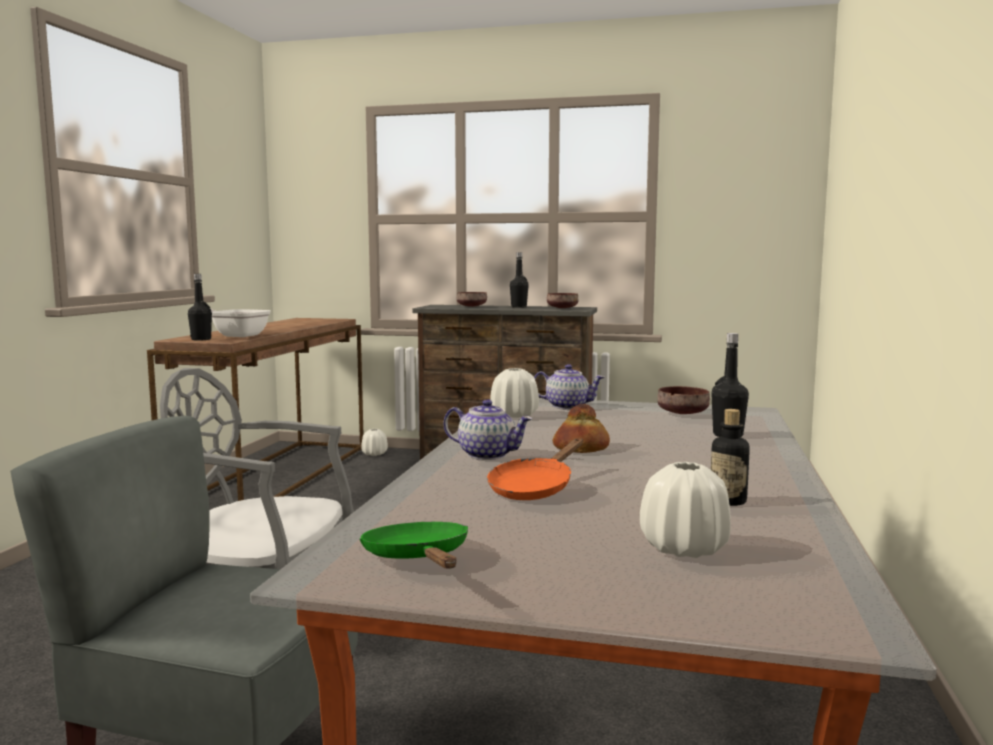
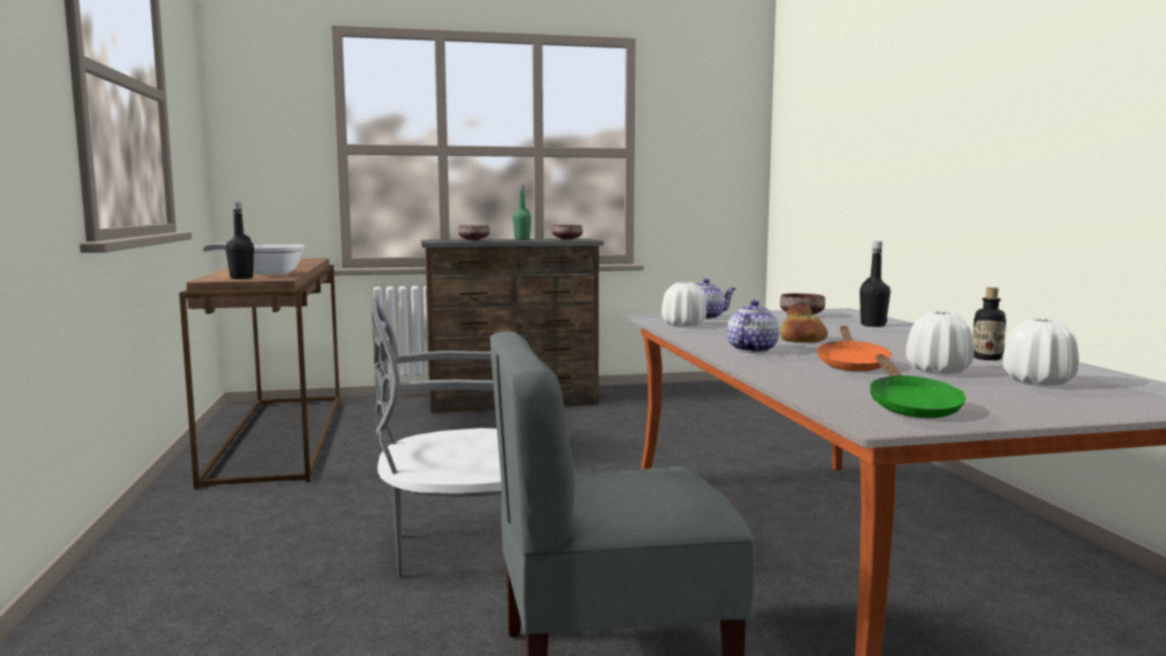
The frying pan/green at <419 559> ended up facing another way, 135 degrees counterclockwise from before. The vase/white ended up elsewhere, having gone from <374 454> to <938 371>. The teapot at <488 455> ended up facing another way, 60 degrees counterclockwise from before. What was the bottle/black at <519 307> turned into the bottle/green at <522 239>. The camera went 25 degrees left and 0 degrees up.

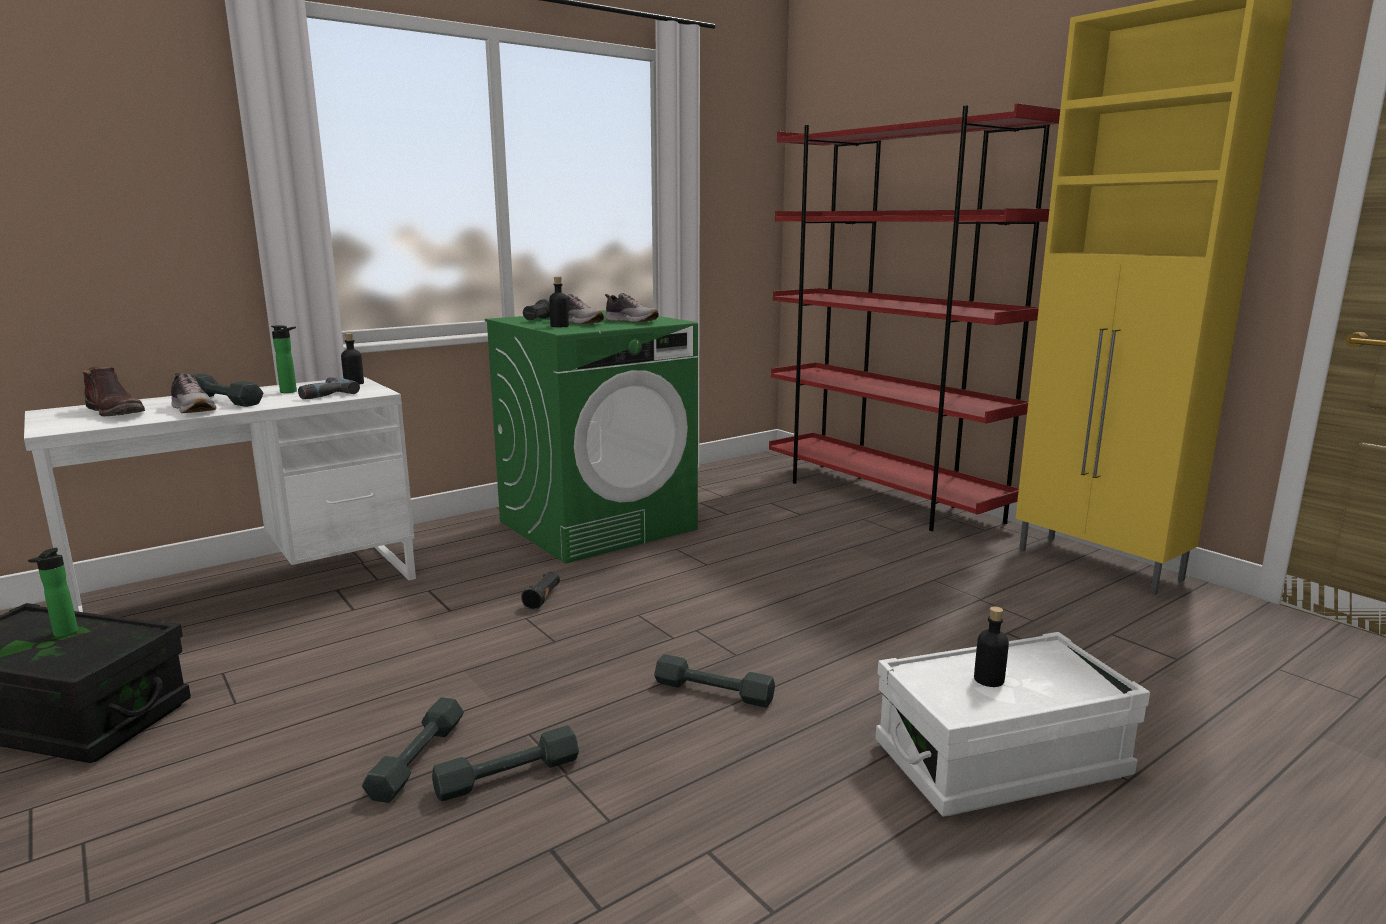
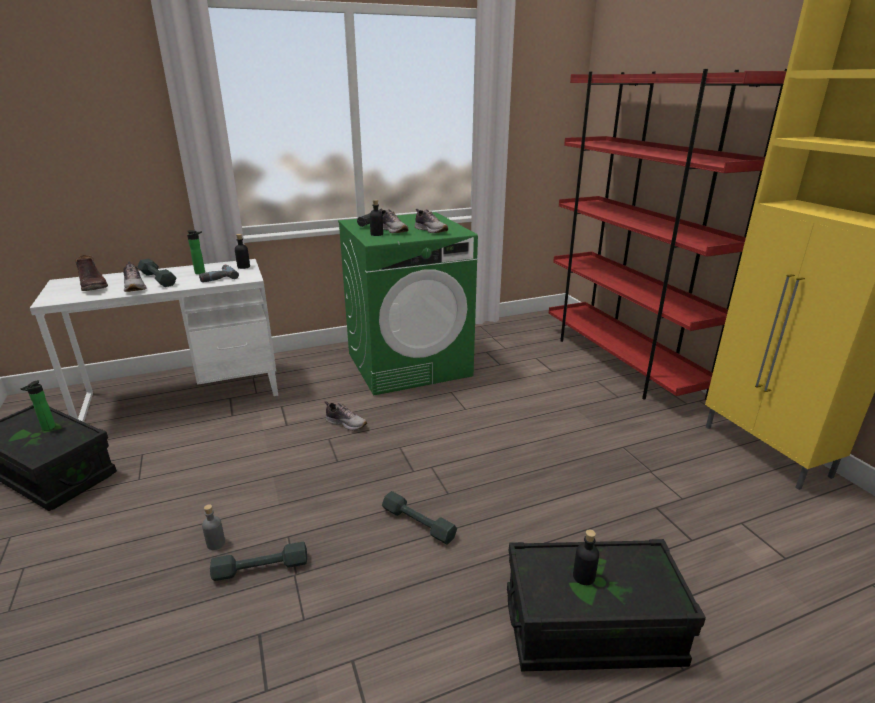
Where the dumbbell/grey stood at <417 759>, the bottle/grey came to stand at <216 543>. Where the flashlight/black stood at <543 598>, the shoe came to stand at <346 423>. What was the storage box/white at <1000 761> turned into the storage box/black at <591 628>. The camera went 15 degrees right and 10 degrees up.

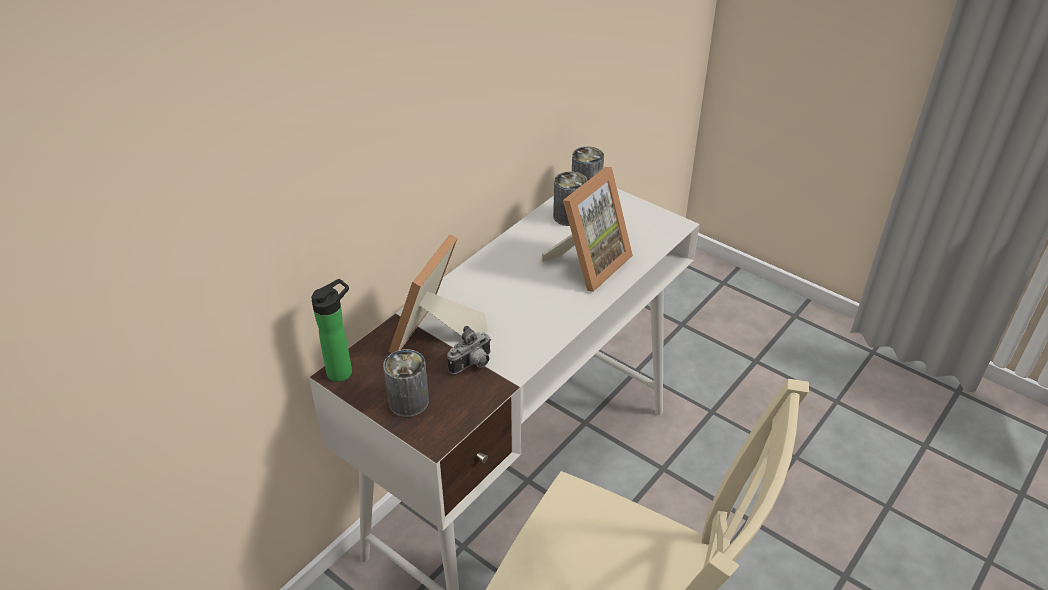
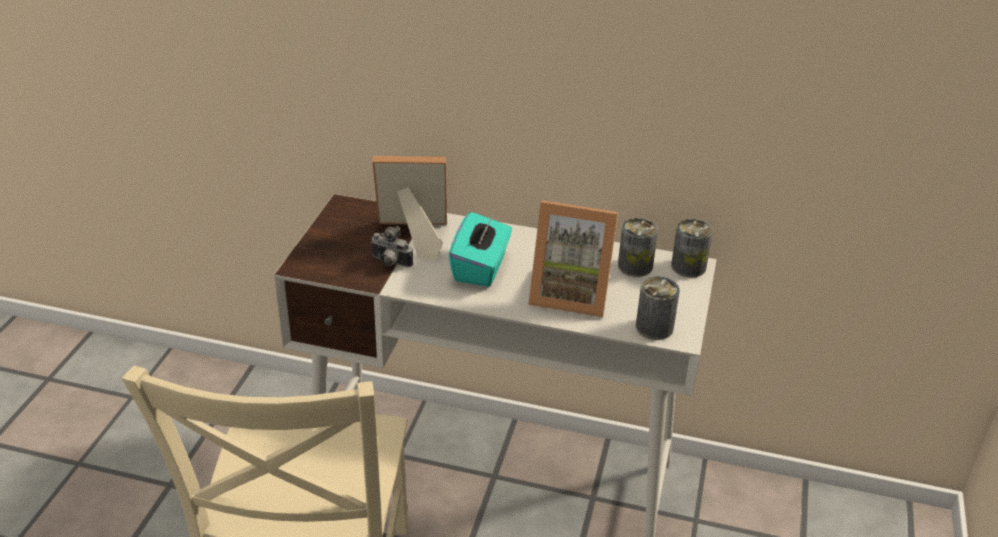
The second view lost the bottle at <343 371>. The can ended up elsewhere, having gone from <408 401> to <654 327>. The second view gained the tissue box/turquoise at <481 268>. The camera went 65 degrees right and 5 degrees down.

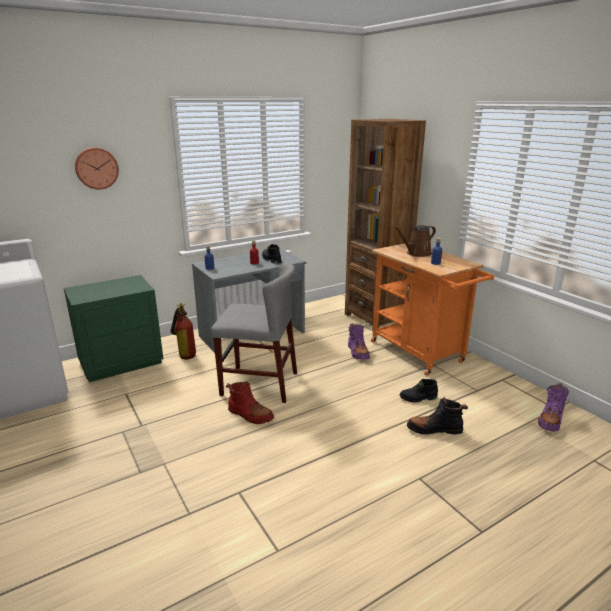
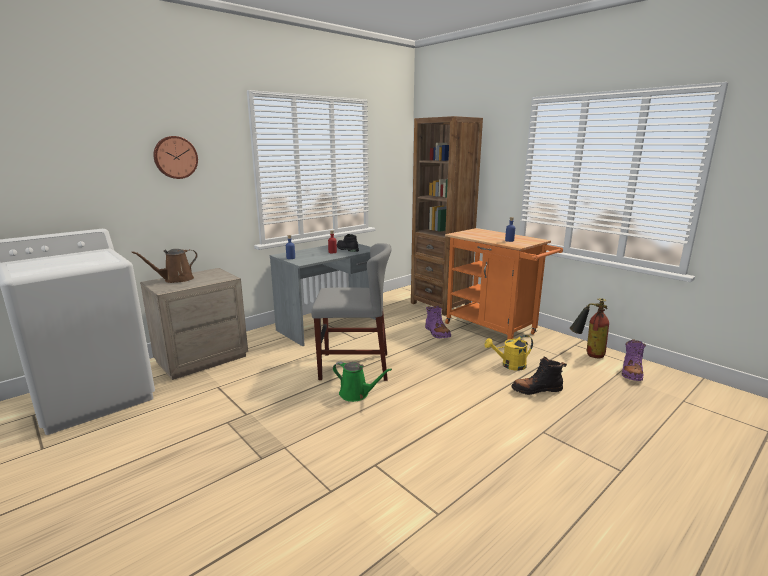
What was the nightstand/green at <121 362> turned into the nightstand/beige at <201 358>. The fire extinguisher ended up elsewhere, having gone from <184 353> to <587 353>. Where the boot/red stood at <250 415>, the watering can/green came to stand at <356 394>. The watering can/brown ended up elsewhere, having gone from <417 253> to <176 279>. Where the boot/black stood at <418 398>, the watering can/yellow came to stand at <509 365>. The camera went 10 degrees left and 5 degrees down.

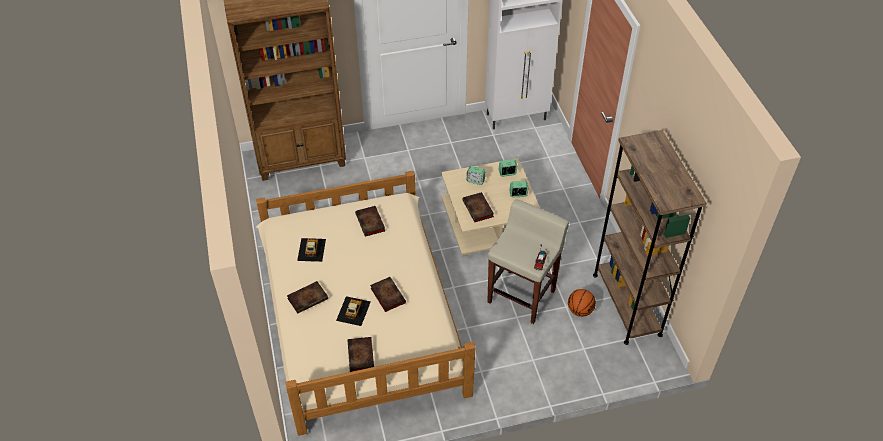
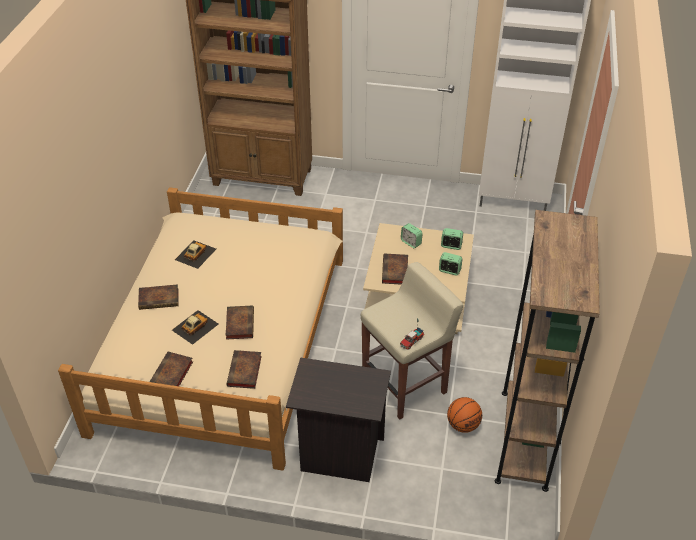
The book ended up elsewhere, having gone from <371 223> to <244 372>. The second view gained the nightstand/black at <339 454>. The camera went 25 degrees right and 5 degrees down.

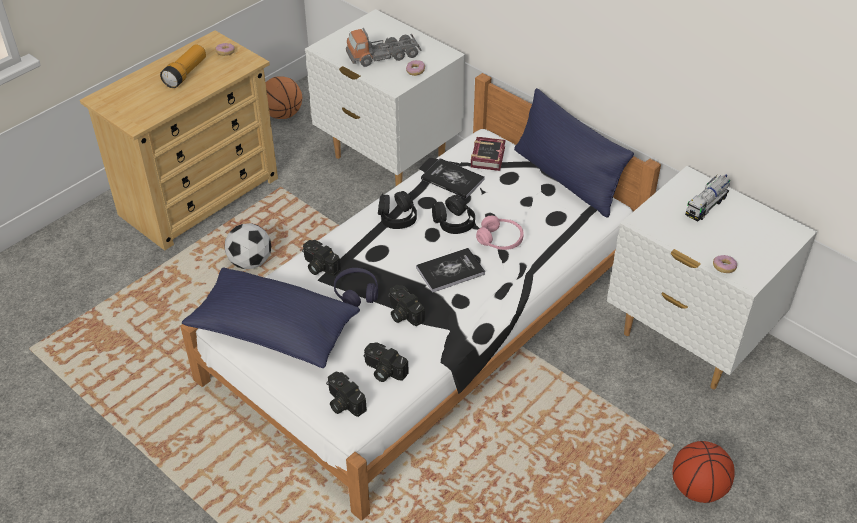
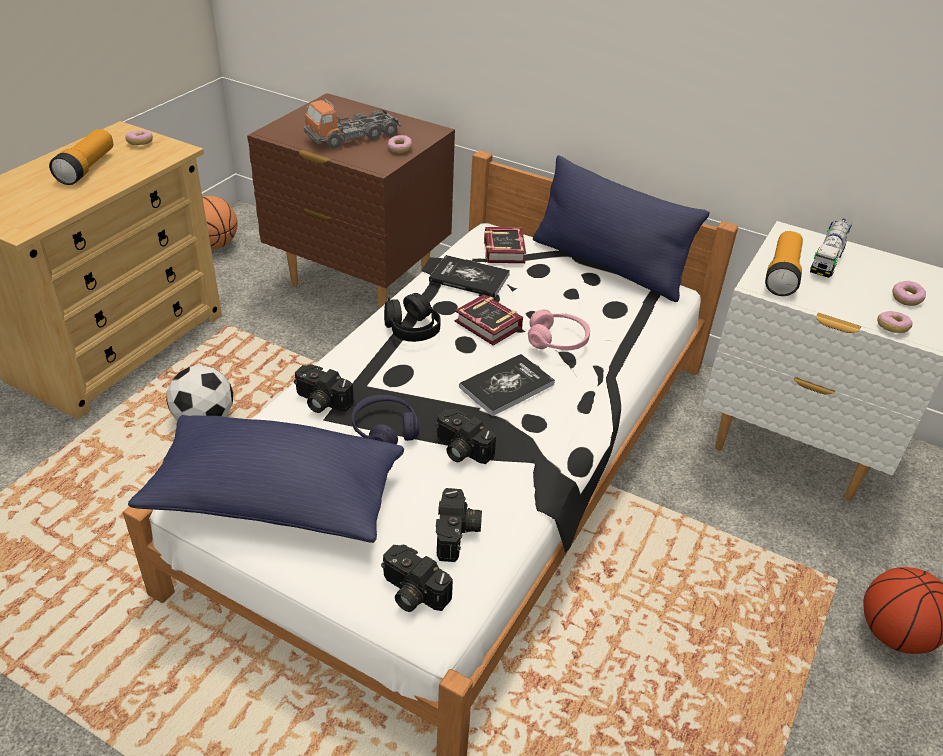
What was the nightstand/white at <388 161> turned into the nightstand/brown at <359 284>. The photo camera at <383 371> ended up facing another way, 105 degrees counterclockwise from before. Where the headphones/black stood at <453 222>, the book came to stand at <489 327>. The second view gained the flashlight at <782 275>. The second view gained the donut at <906 299>. The camera went 15 degrees left and 5 degrees down.

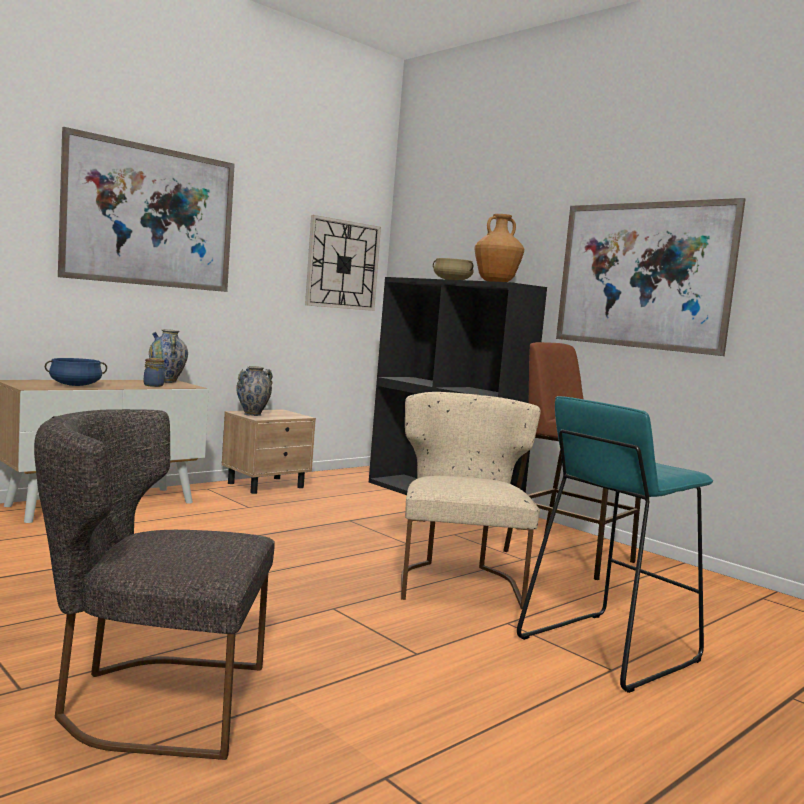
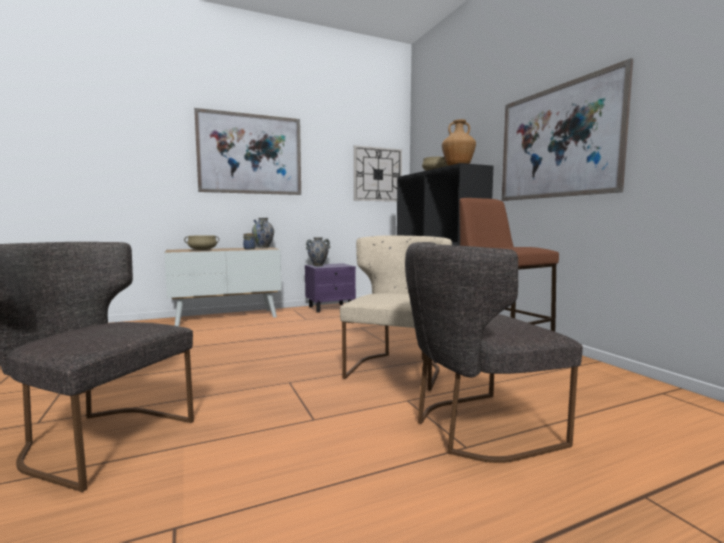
What was the cooking pot/blue at <75 385> turned into the cooking pot/beige at <202 250>. What was the nightstand/beige at <267 485> turned into the nightstand/purple at <330 308>. Where the stool/turquoise stood at <607 649>, the chair/grey came to stand at <476 428>. The camera went 20 degrees right and 0 degrees up.

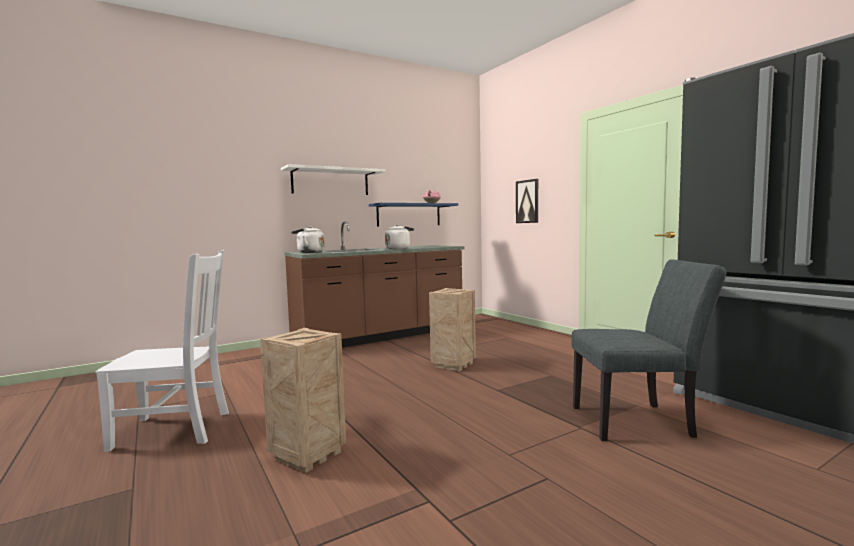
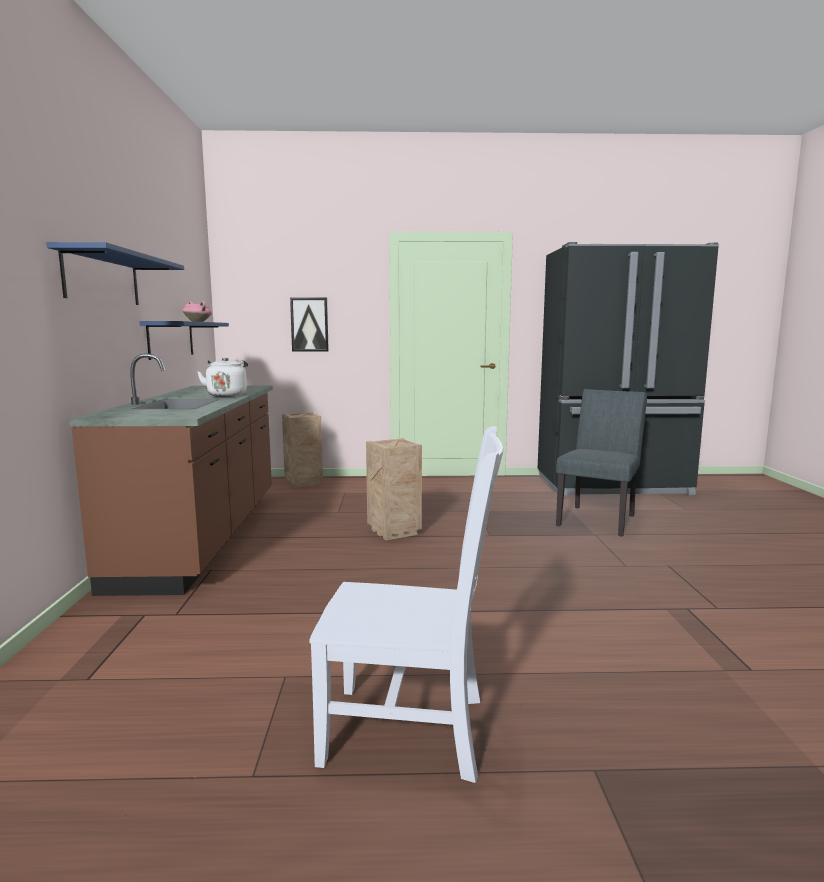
The chair/white at <176 430> ended up facing another way, 75 degrees clockwise from before. The crate ended up elsewhere, having gone from <307 456> to <304 483>. What was the shelf/white at <330 182> turned into the shelf/blue at <102 278>. The second view lost the kettle/white at <309 252>. The camera went 60 degrees left and 5 degrees up.

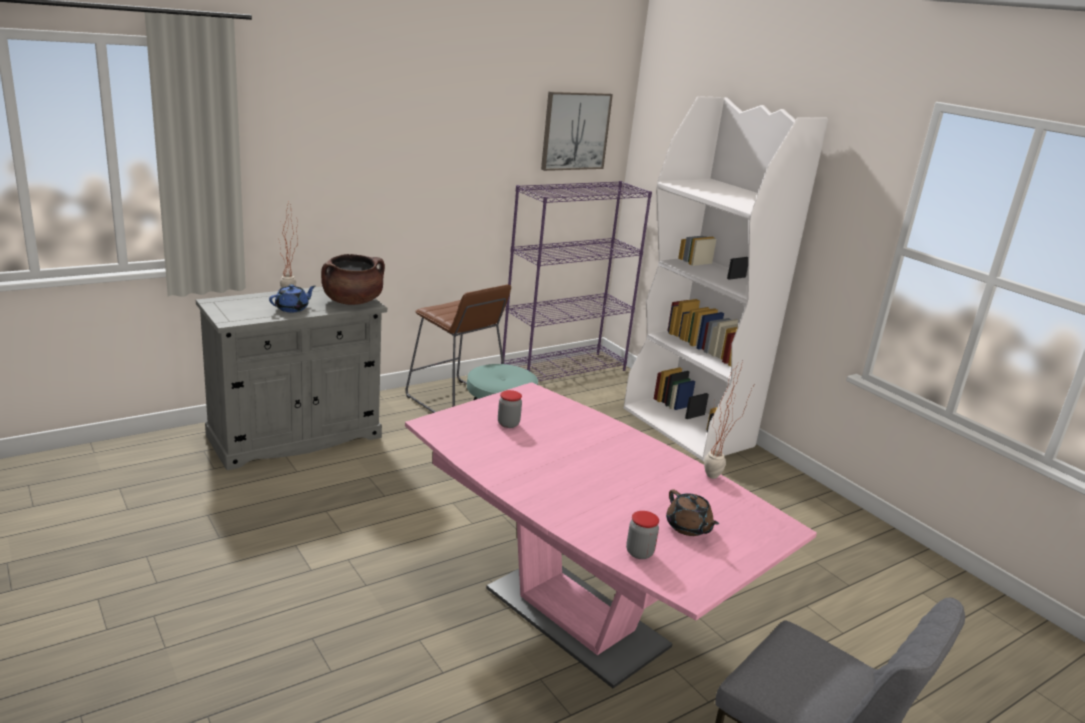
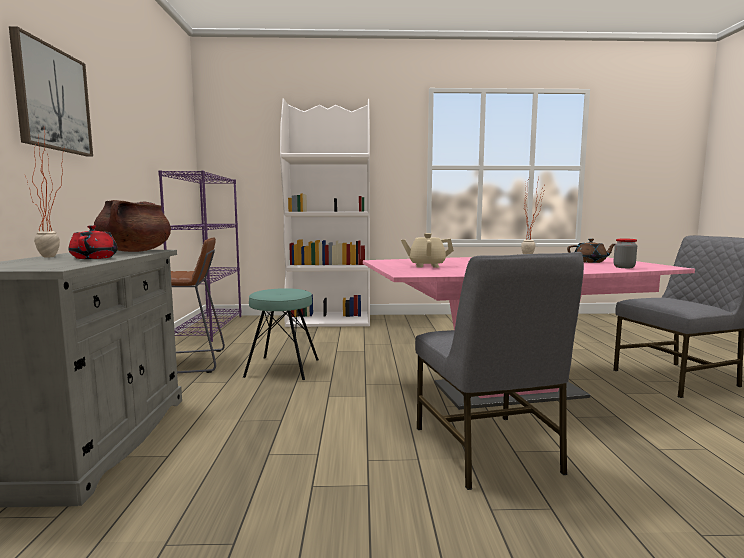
What was the teapot/blue at <292 308> turned into the teapot/red at <95 258>. Where the jar stood at <508 424>, the teapot/beige came to stand at <426 266>. The picture ended up elsewhere, having gone from <575 131> to <52 99>. The second view gained the chair/grey at <487 450>. The camera went 55 degrees left and 15 degrees down.

